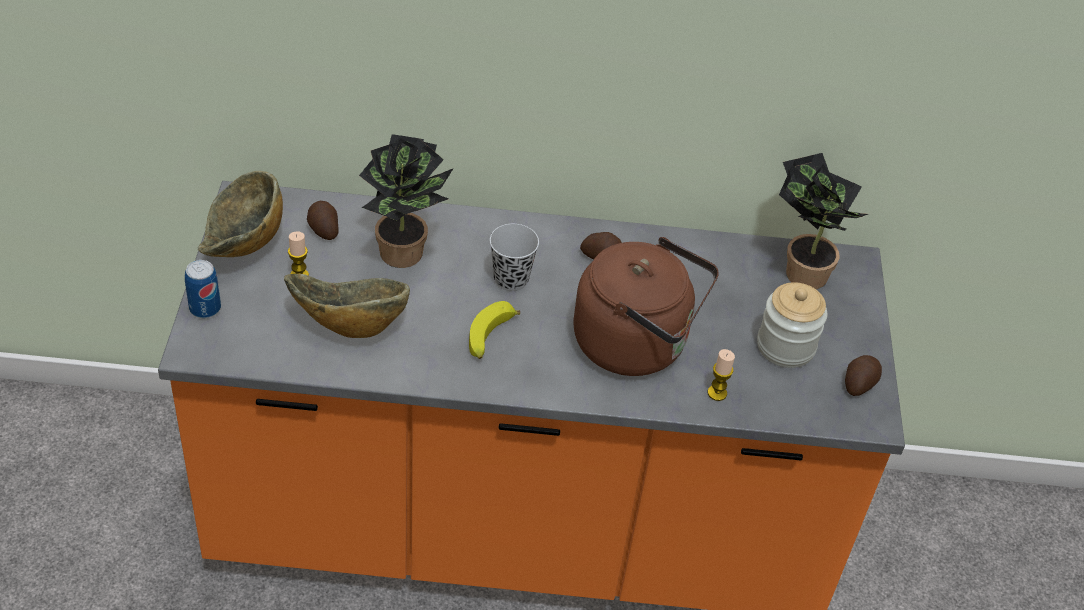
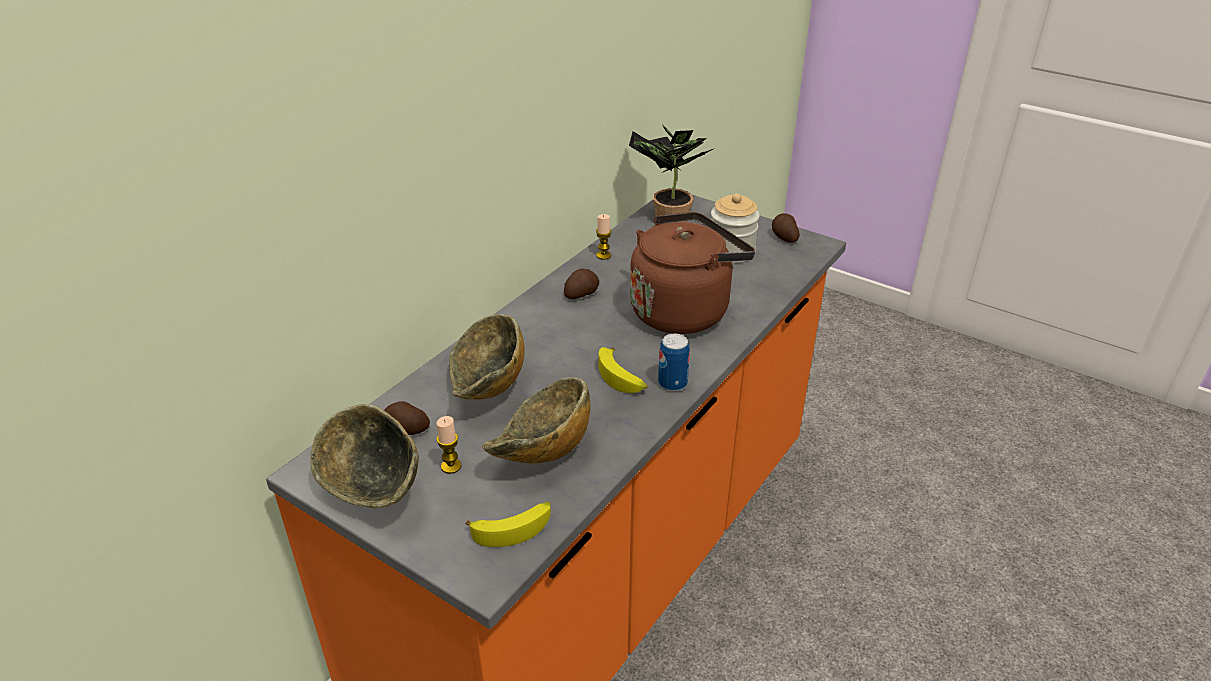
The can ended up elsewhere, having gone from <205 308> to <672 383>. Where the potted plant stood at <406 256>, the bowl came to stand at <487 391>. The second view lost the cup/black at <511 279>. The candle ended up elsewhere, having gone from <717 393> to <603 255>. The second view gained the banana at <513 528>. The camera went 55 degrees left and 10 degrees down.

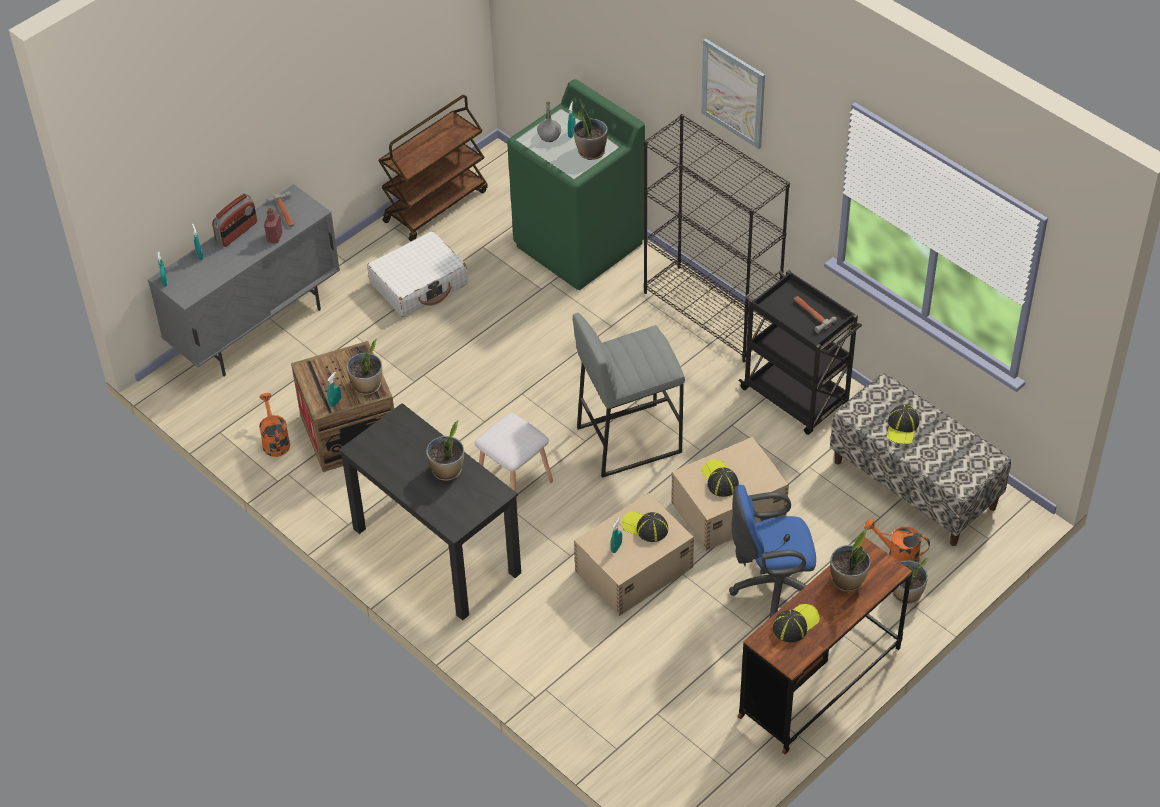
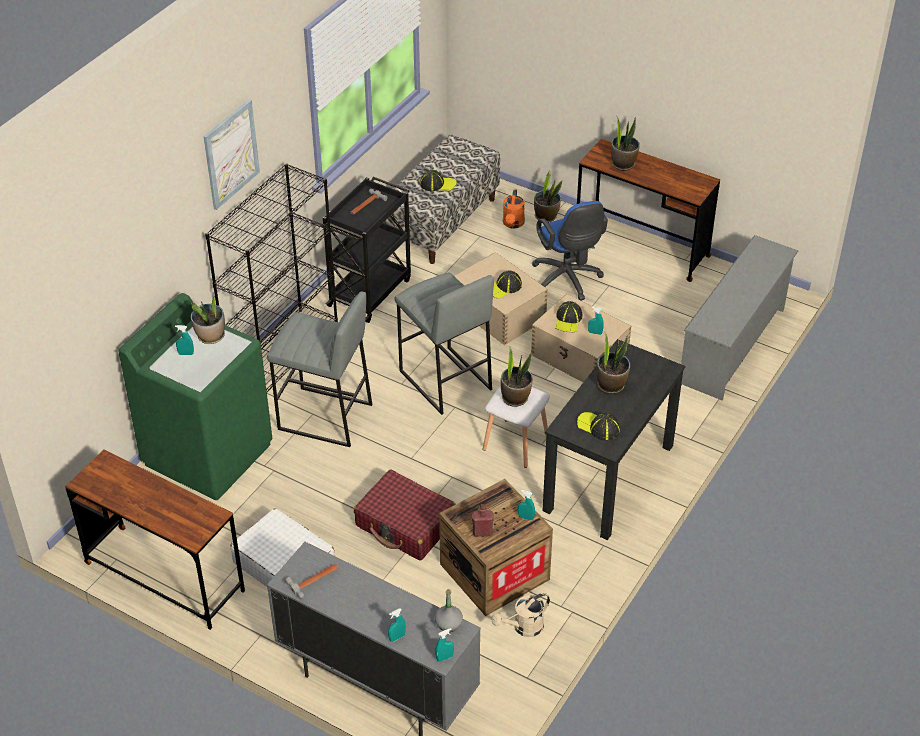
The second view lost the radio at <237 232>. What was the watering can/orange at <275 440> turned into the watering can/beige at <523 628>. The bottle/red ended up elsewhere, having gone from <274 237> to <482 532>. The potted plant ended up elsewhere, having gone from <367 386> to <515 398>. Where the cart/brown stood at <436 205>, the desk/brown came to stand at <164 577>. The bottle/grey ended up elsewhere, having gone from <549 136> to <448 624>. The cap ended up elsewhere, having gone from <795 624> to <598 427>. The second view gained the stool/grey at <324 417>. The second view gained the suitcase/red at <405 524>. The second view gained the shoe rack/grey at <734 347>. The camera went 105 degrees left and 5 degrees down.

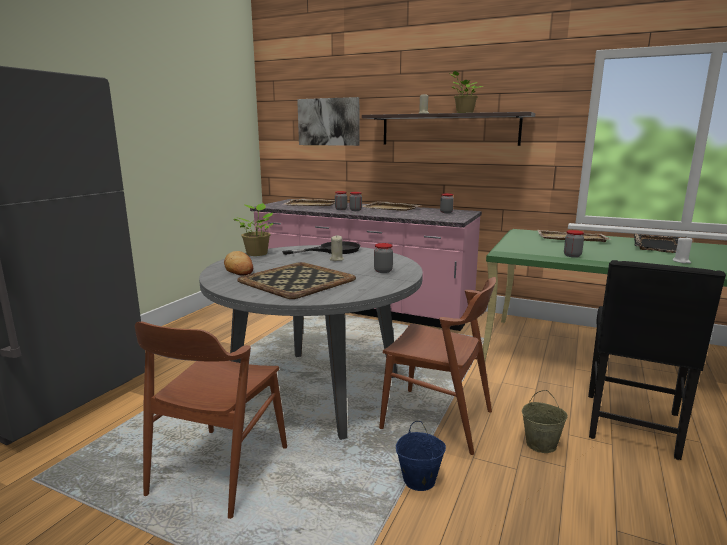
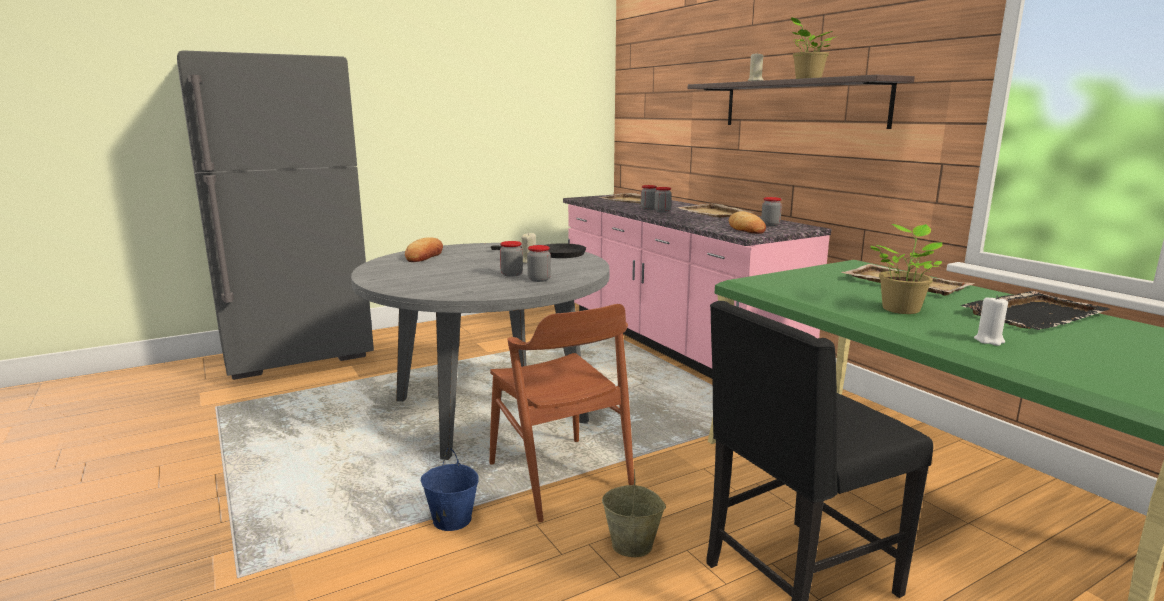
The second view lost the chair/brown at <219 470>. The potted plant ended up elsewhere, having gone from <257 253> to <901 309>. The second view lost the tray at <295 280>. The second view lost the picture at <328 122>. The jar ended up elsewhere, having gone from <572 255> to <511 274>. The second view gained the bread at <746 228>. The camera went 35 degrees right and 0 degrees up.

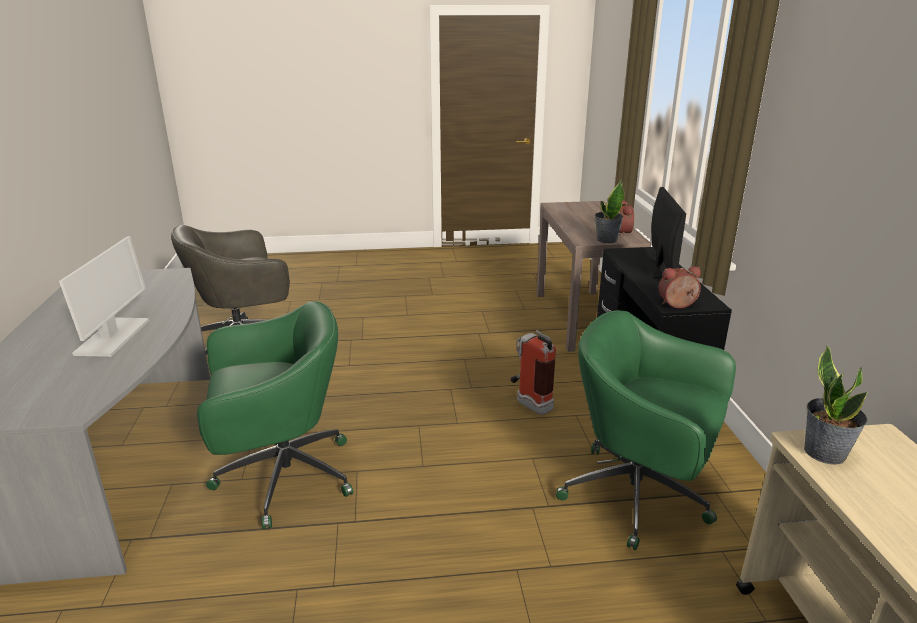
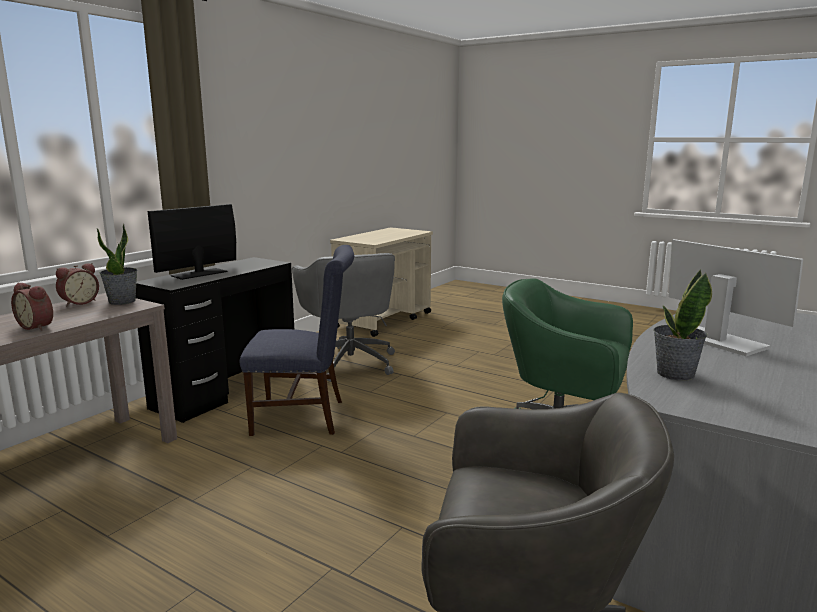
The monitor at <113 337> ended up facing another way, 105 degrees clockwise from before. Where the fire extinguisher stood at <529 403>, the chair/blue came to stand at <305 416>. What was the office chair/green at <639 497> turned into the office chair/grey at <350 362>. The alarm clock ended up elsewhere, having gone from <677 305> to <38 326>. The potted plant ended up elsewhere, having gone from <825 452> to <674 374>. The camera went 140 degrees left and 10 degrees down.

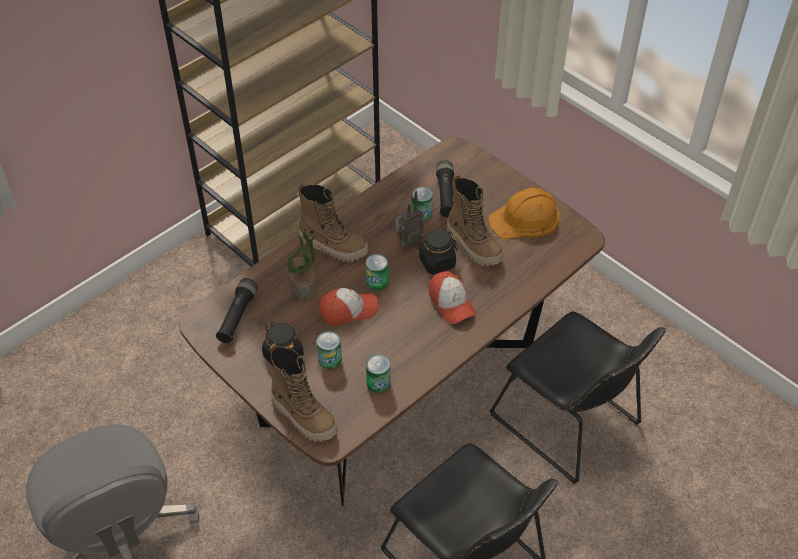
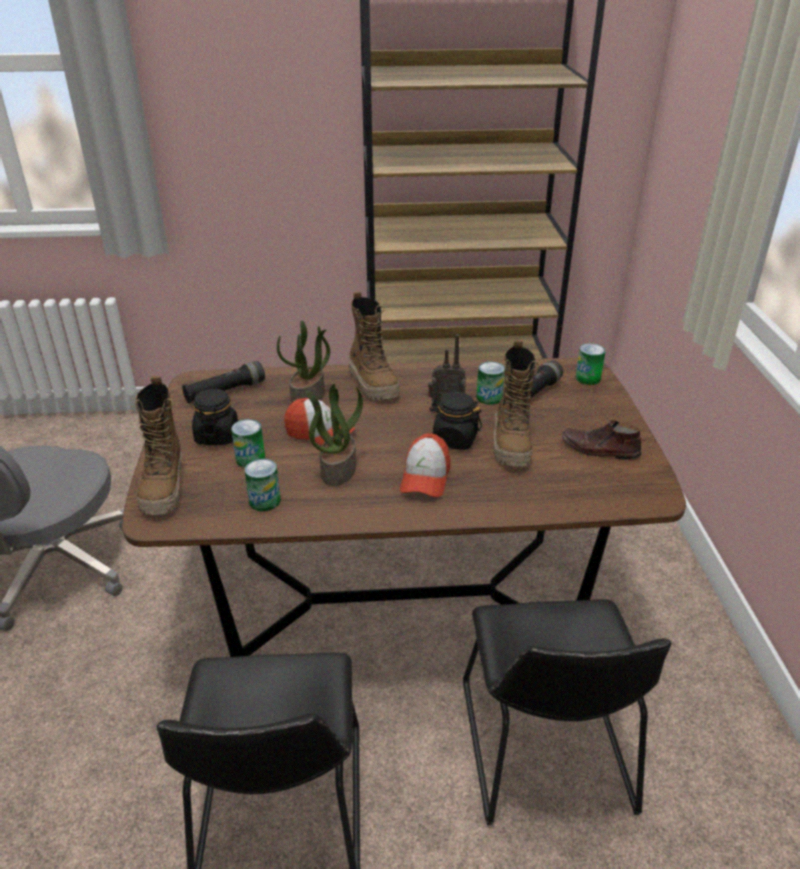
The can ended up elsewhere, having gone from <377 281> to <588 378>. Where the hard hat/orange stood at <525 219>, the shoe/brown came to stand at <599 449>. The second view gained the potted plant at <338 469>. The camera went 40 degrees right and 15 degrees down.

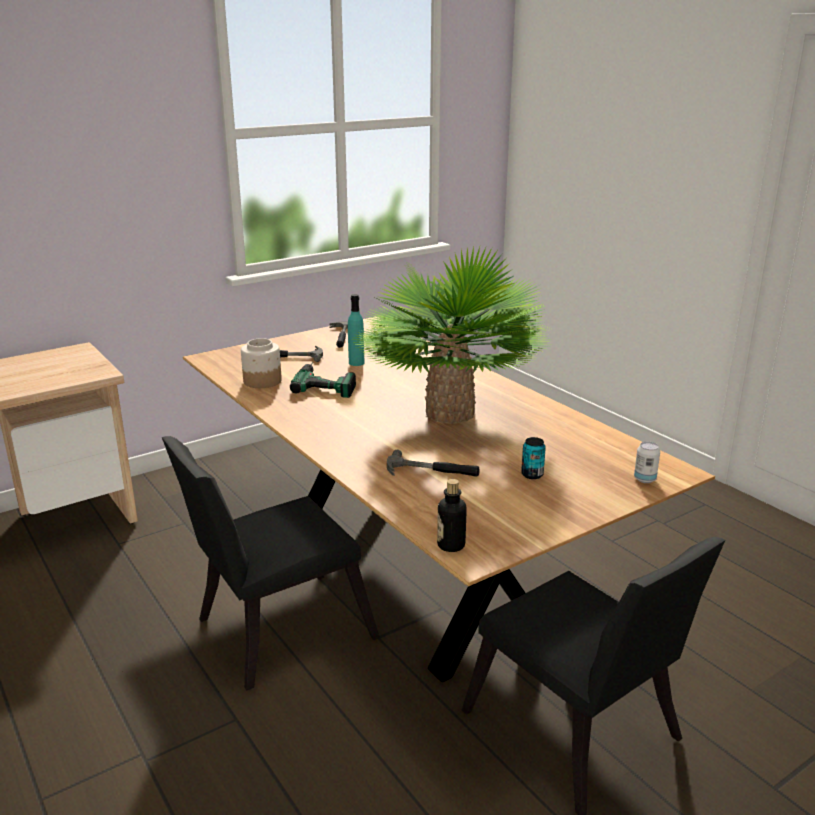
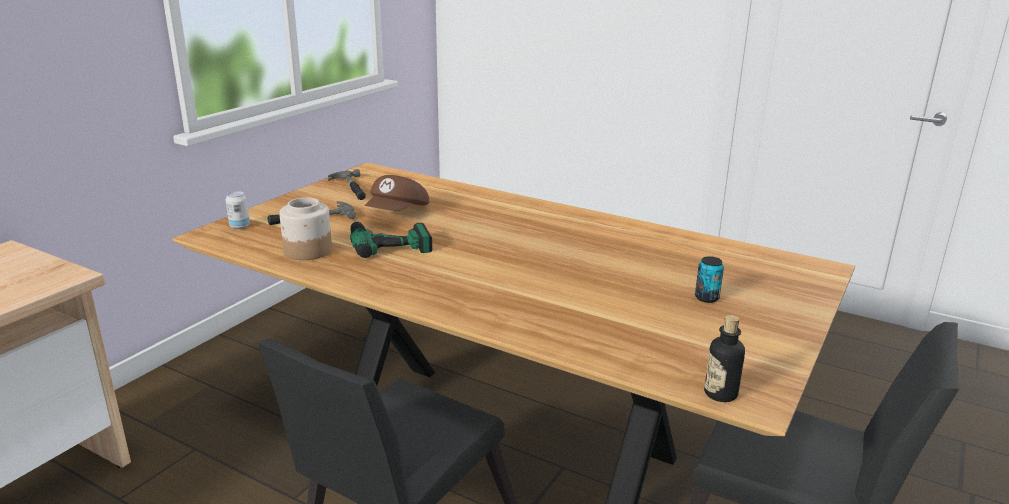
Where the bottle/turquoise stood at <356 363>, the cap/brown came to stand at <398 213>. The second view lost the potted plant at <449 413>. The second view lost the hammer at <432 471>. The can ended up elsewhere, having gone from <644 479> to <239 226>. The camera went 25 degrees left and 0 degrees up.

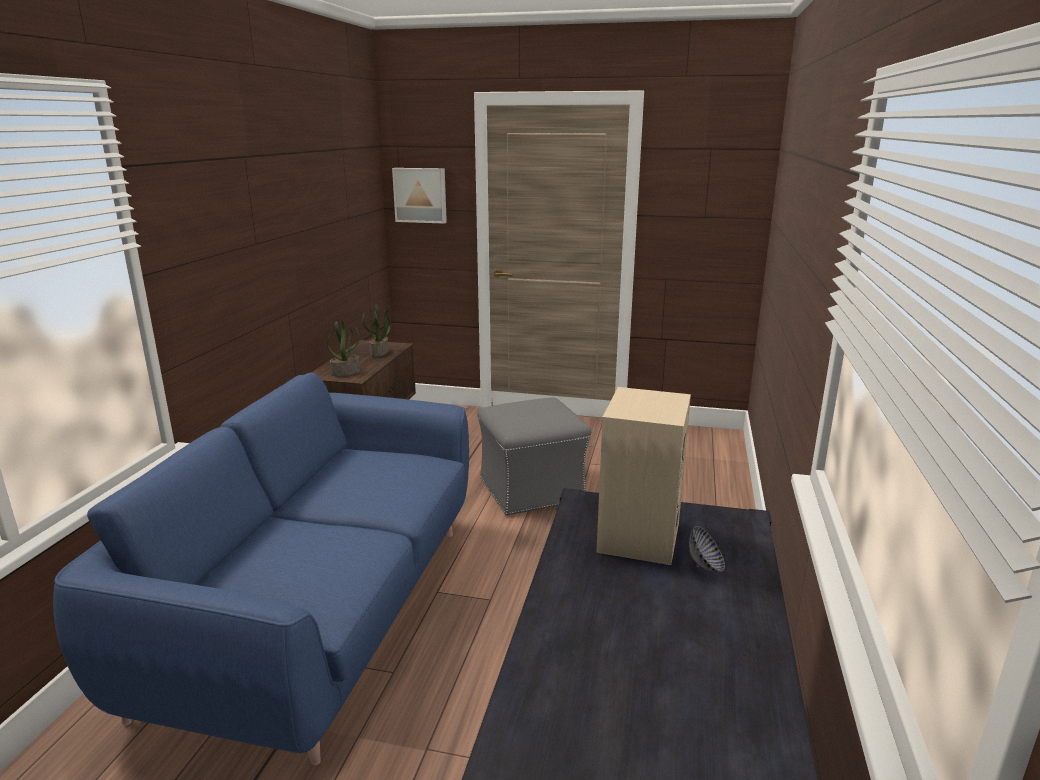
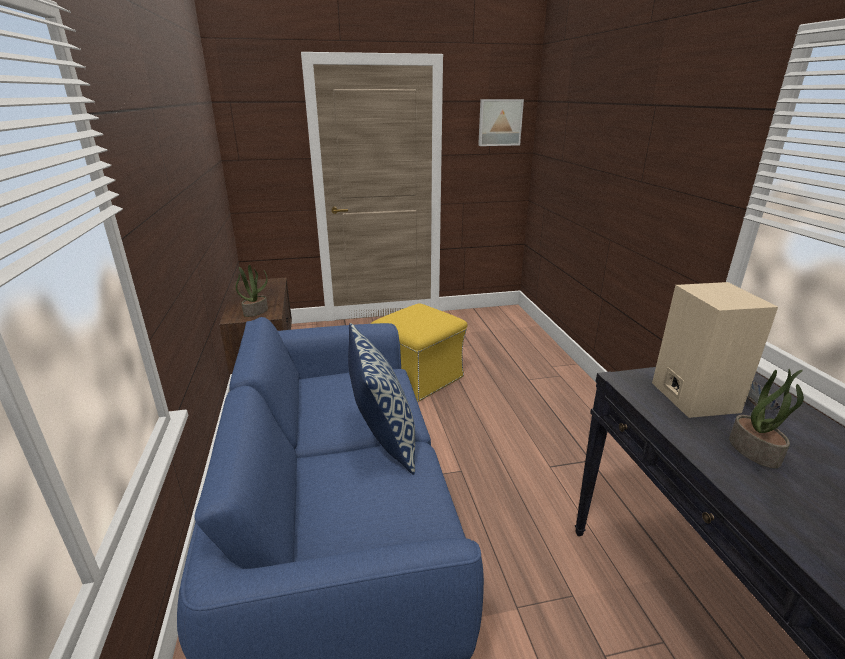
The potted plant ended up elsewhere, having gone from <379 352> to <755 451>. The picture ended up elsewhere, having gone from <420 195> to <499 122>. What was the ottoman/grey at <532 489> turned into the ottoman/yellow at <419 376>. The second view gained the pillow at <383 439>. The camera went 25 degrees left and 5 degrees up.

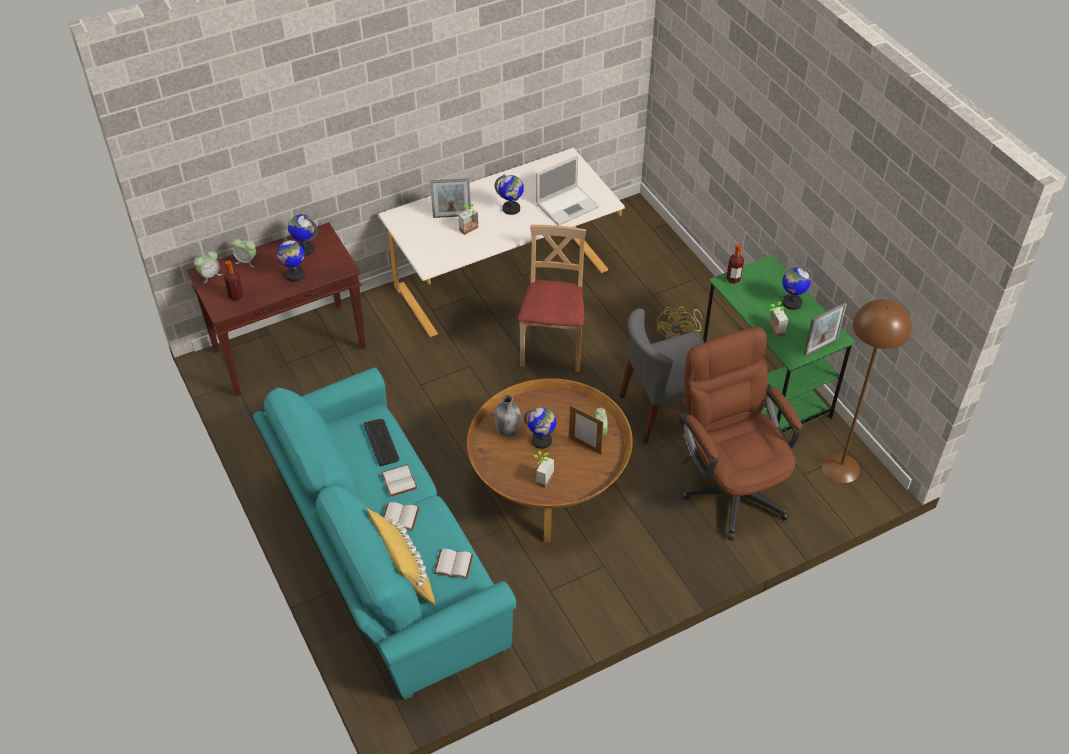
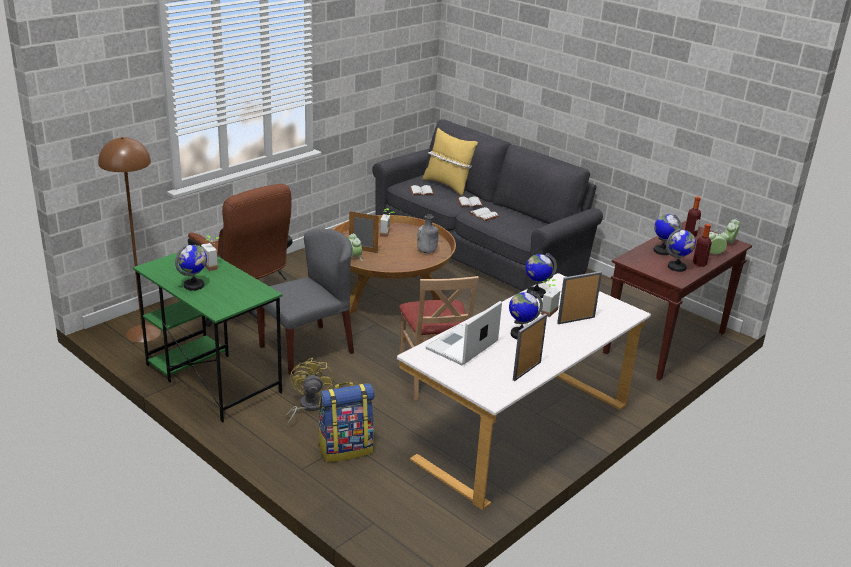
What was the sofa/turquoise at <384 561> turned into the sofa/grey at <480 251>. The second view lost the keyboard at <381 442>. The globe ended up elsewhere, having gone from <542 441> to <535 293>. The bottle ended up elsewhere, having gone from <733 279> to <699 264>. The picture frame ended up elsewhere, having gone from <820 347> to <526 371>. The second view gained the backpack at <346 449>. The camera went 160 degrees right and 20 degrees down.

